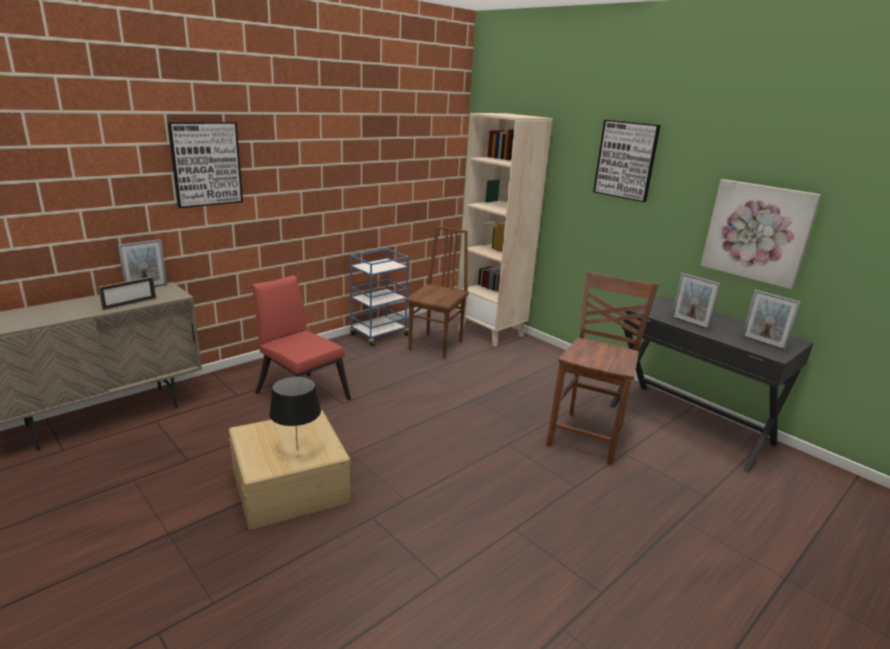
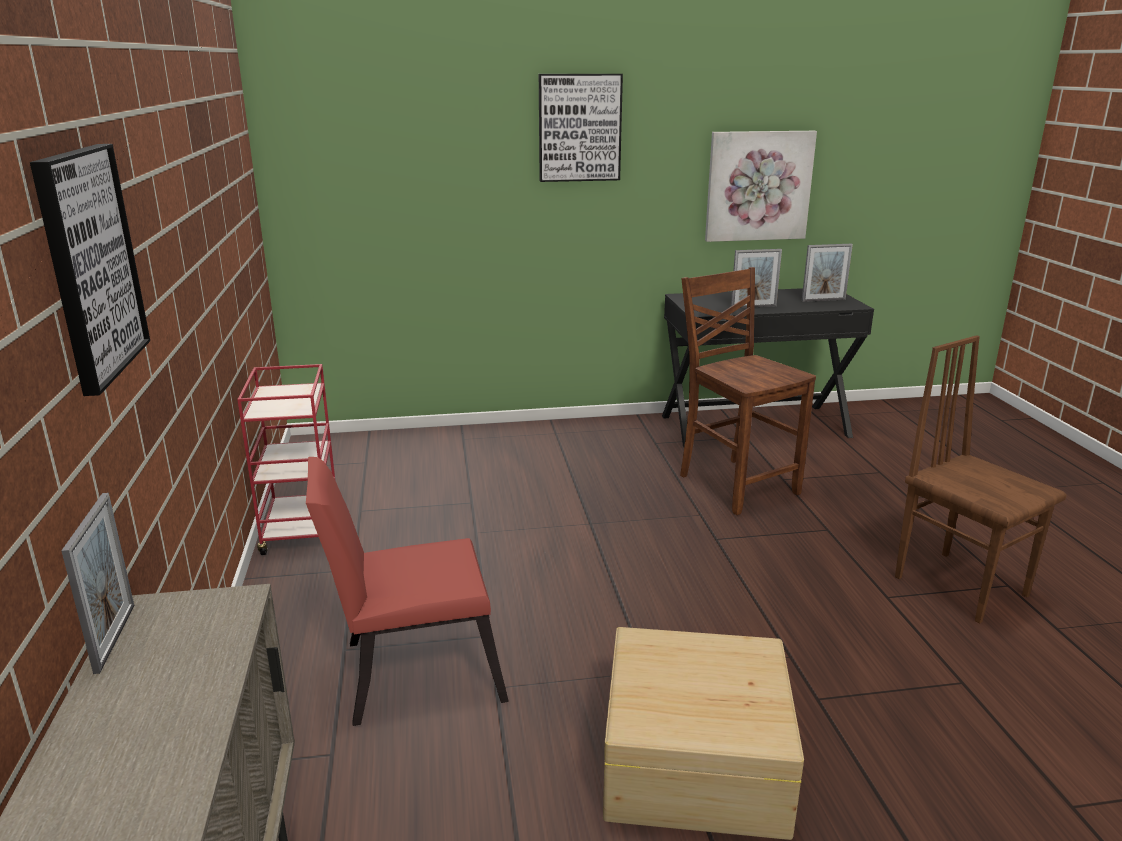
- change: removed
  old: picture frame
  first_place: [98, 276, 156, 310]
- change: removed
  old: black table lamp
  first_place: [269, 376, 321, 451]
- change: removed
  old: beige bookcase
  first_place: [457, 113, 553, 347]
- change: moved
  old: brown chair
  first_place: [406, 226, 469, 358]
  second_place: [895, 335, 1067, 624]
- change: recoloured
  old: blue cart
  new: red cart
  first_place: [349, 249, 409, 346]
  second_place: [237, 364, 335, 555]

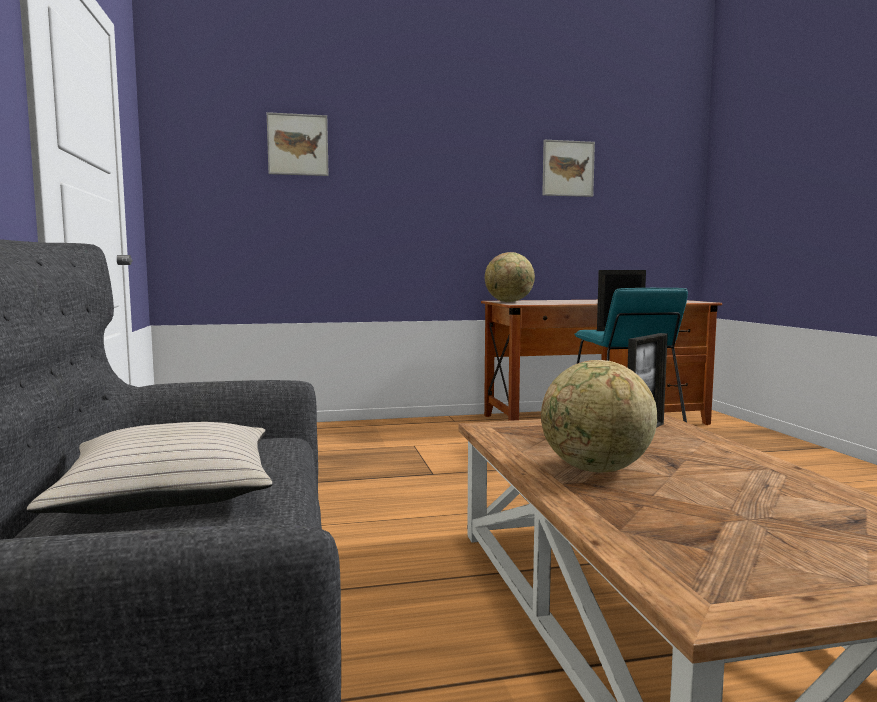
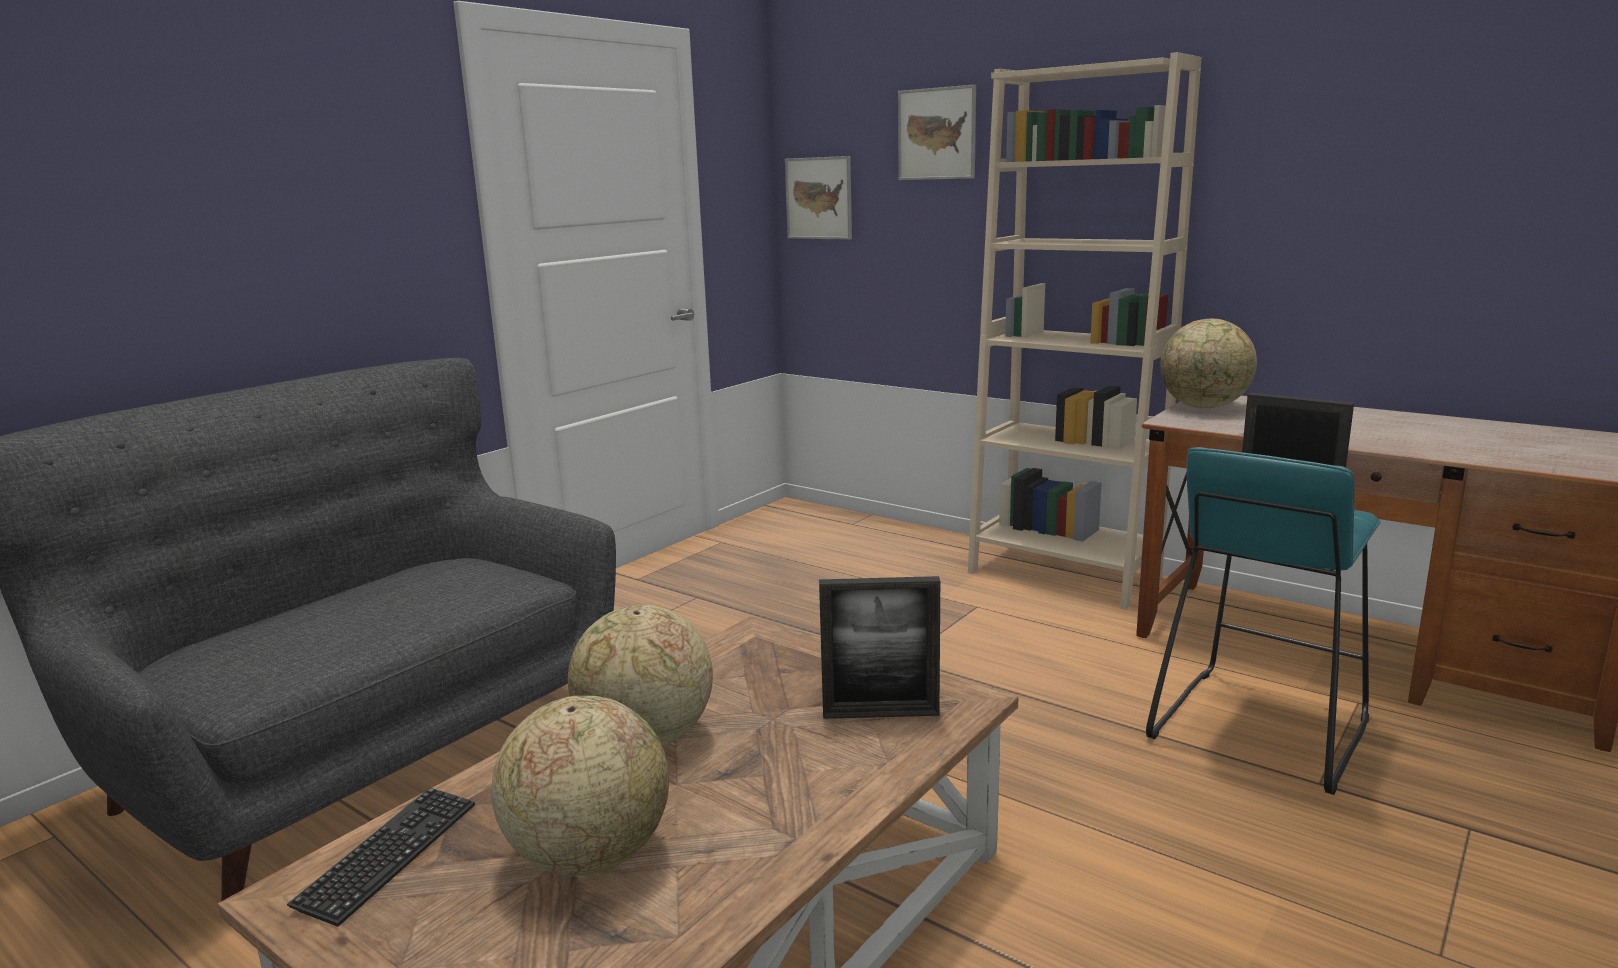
- change: removed
  old: beige pillow
  first_place: [27, 422, 272, 514]
- change: added
  new: keyboard
  second_place: [287, 788, 475, 927]
- change: added
  new: globe
  second_place: [491, 696, 669, 876]
- change: added
  new: beige bookcase
  second_place: [968, 52, 1202, 609]
- change: moved
  old: picture
  first_place: [542, 140, 595, 197]
  second_place: [785, 156, 852, 240]

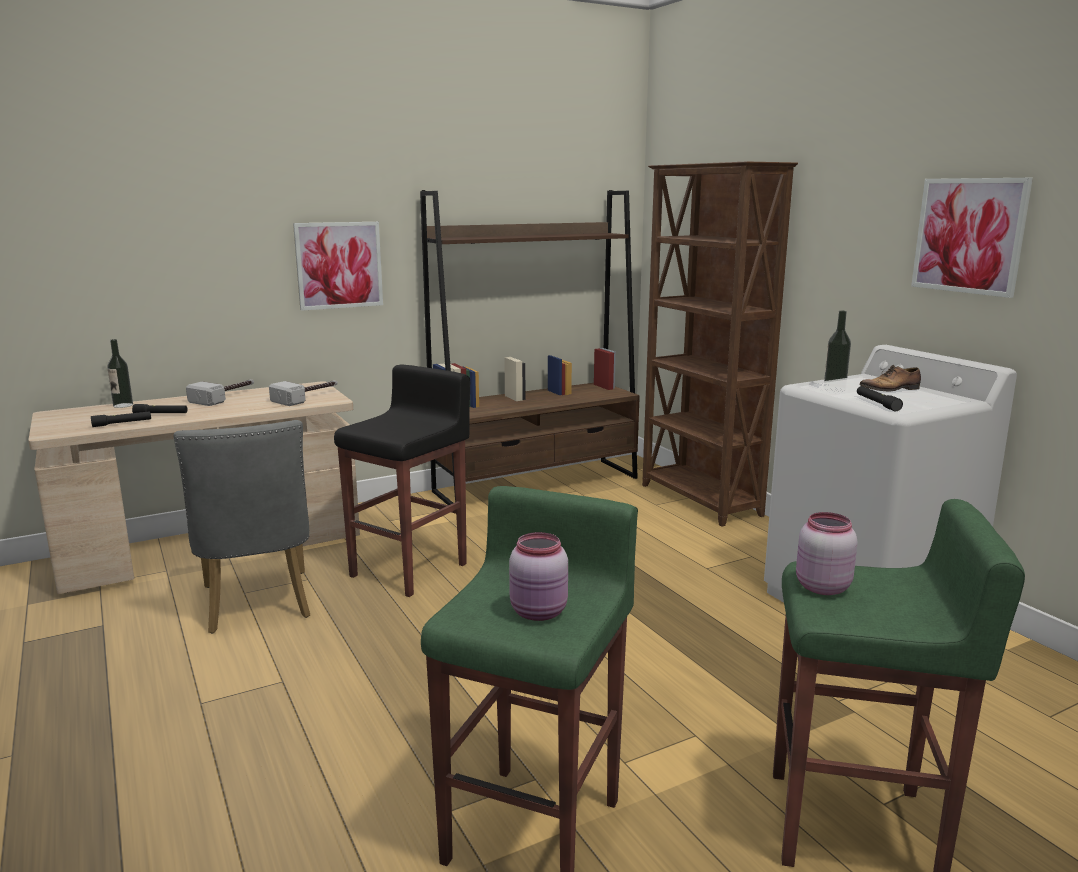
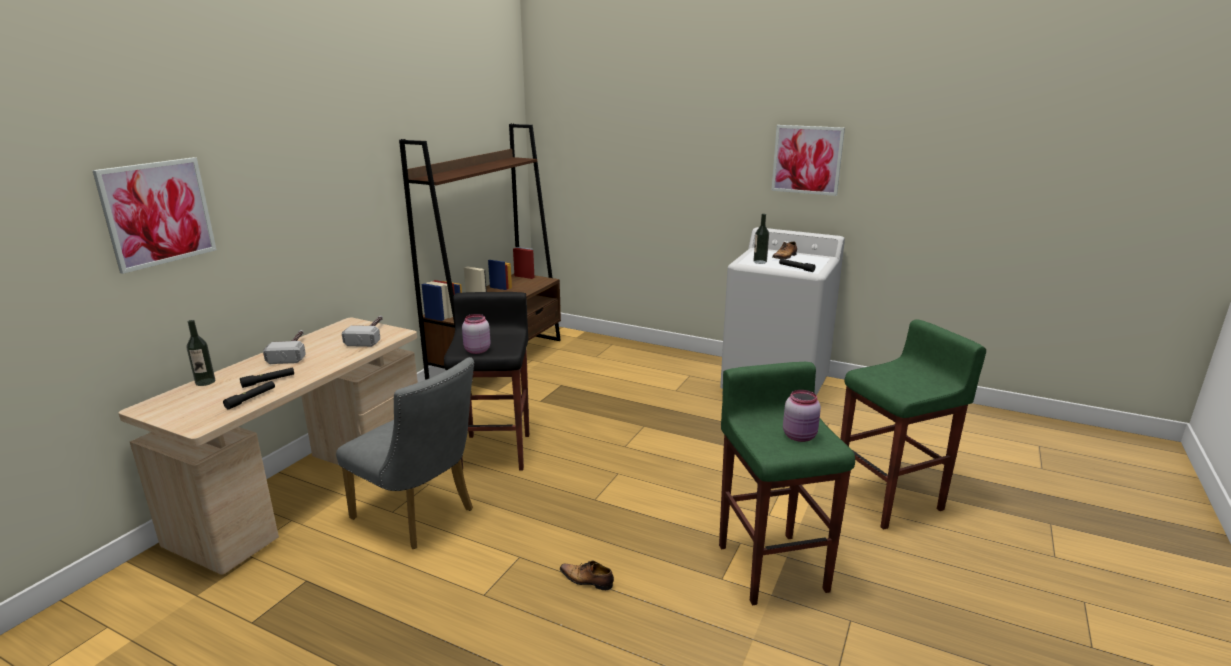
- change: removed
  old: brown bookcase
  first_place: [642, 162, 798, 527]
- change: added
  new: shoe
  second_place: [560, 561, 614, 590]
- change: moved
  old: picture
  first_place: [293, 222, 383, 311]
  second_place: [92, 157, 216, 274]
- change: moved
  old: pink jar
  first_place: [796, 512, 858, 595]
  second_place: [462, 314, 491, 354]

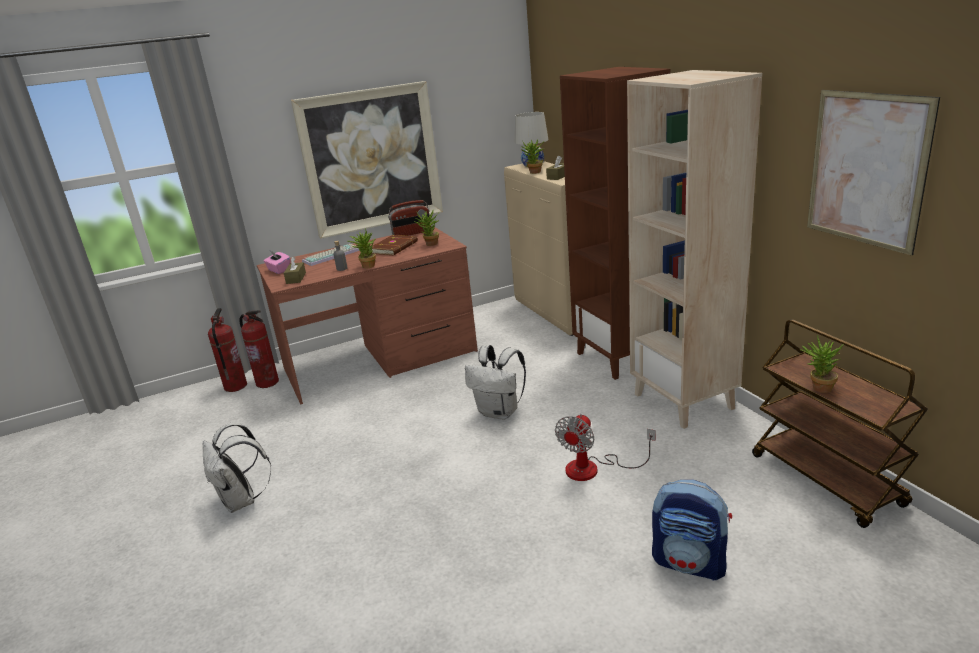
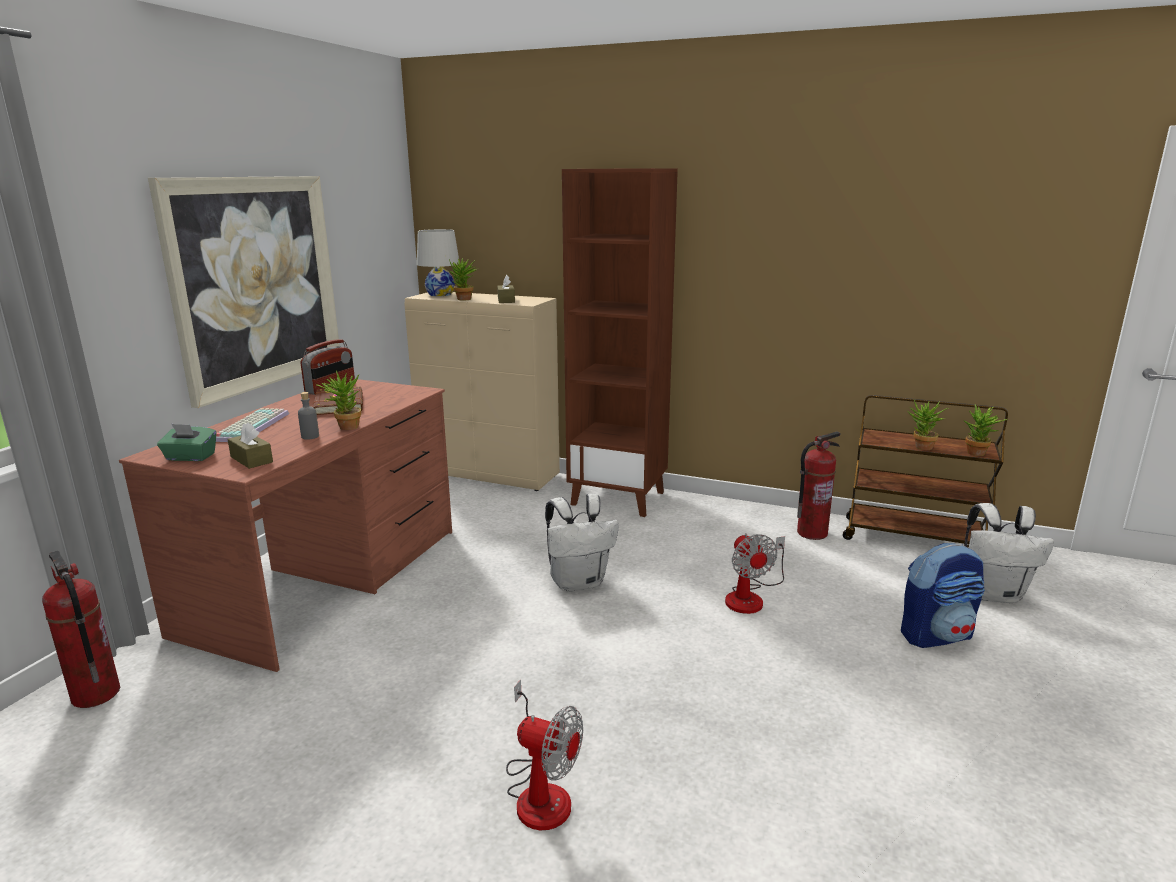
- change: removed
  old: beige bookcase
  first_place: [627, 70, 762, 429]
- change: removed
  old: picture
  first_place: [807, 90, 940, 255]
- change: added
  new: fan
  second_place: [506, 679, 583, 830]
- change: moved
  old: white backpack
  first_place: [203, 422, 271, 513]
  second_place: [964, 503, 1054, 603]
- change: moved
  old: fire extinguisher
  first_place: [240, 310, 279, 388]
  second_place: [797, 431, 840, 540]
- change: moved
  old: potted plant
  first_place: [414, 210, 439, 246]
  second_place: [963, 404, 1008, 456]
- change: recoloured
  old: pink tissue box
  new: green tissue box
  first_place: [264, 251, 291, 274]
  second_place: [157, 424, 216, 461]

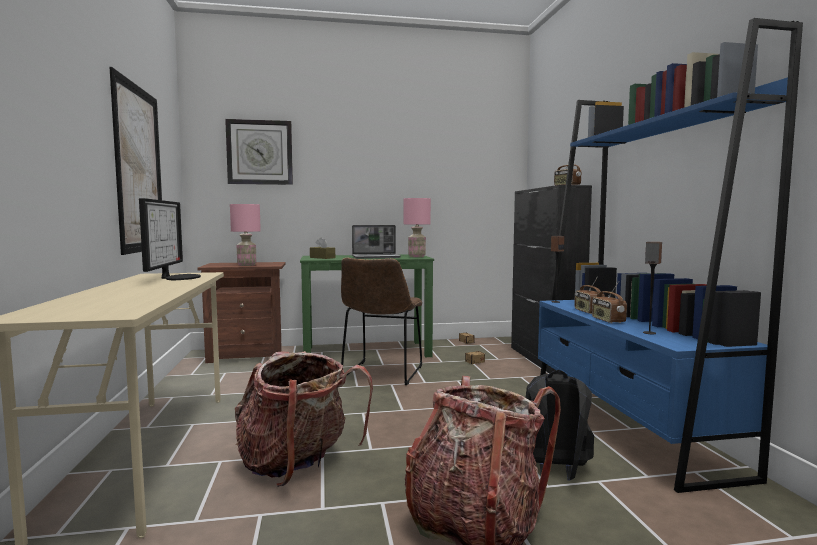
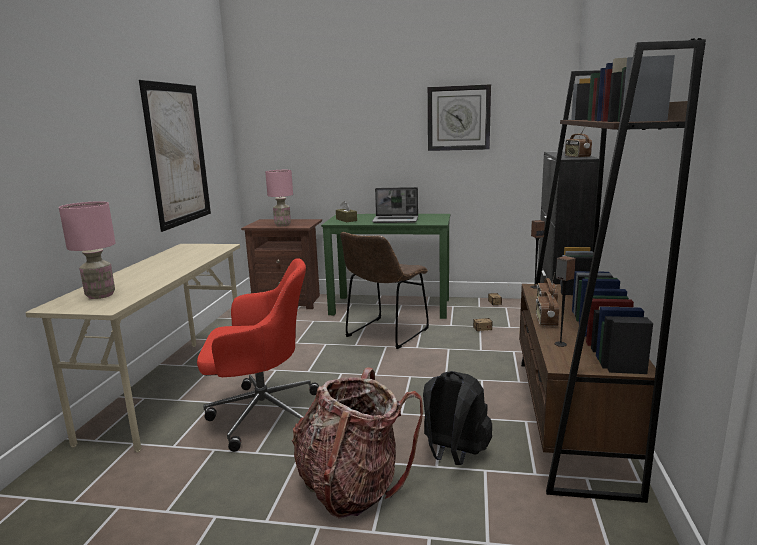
- change: removed
  old: monitor
  first_place: [139, 198, 201, 280]
- change: moved
  old: wall clock
  first_place: [225, 119, 293, 185]
  second_place: [428, 84, 491, 151]
- change: moved
  old: pink table lamp
  first_place: [404, 198, 431, 257]
  second_place: [59, 201, 116, 299]
- change: replaced
  old: backpack
  new: red office chair
  first_place: [235, 351, 373, 487]
  second_place: [197, 258, 319, 452]
- change: recoloured
  old: blue bookcase
  new: brown bookcase
  first_place: [538, 18, 803, 493]
  second_place: [519, 38, 706, 503]

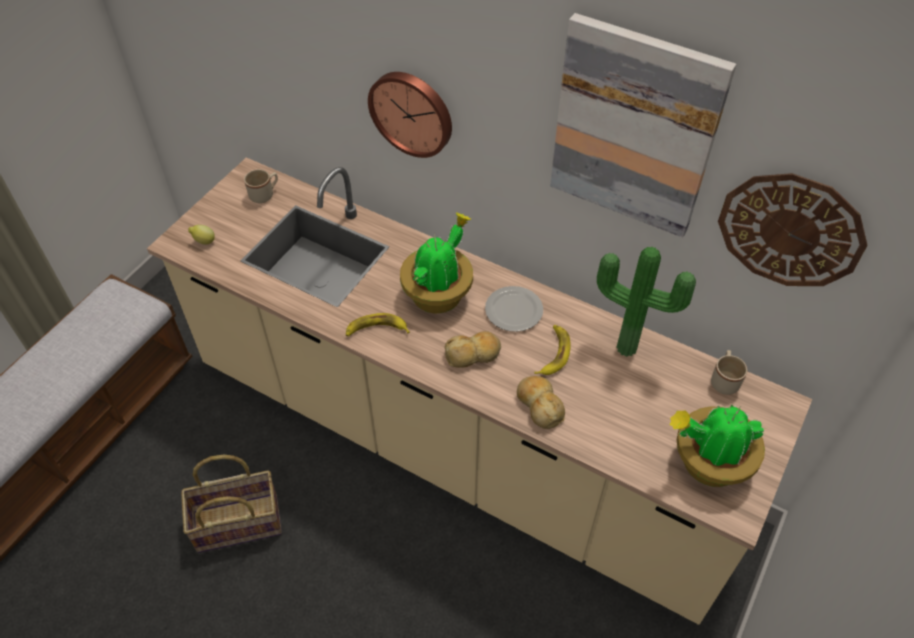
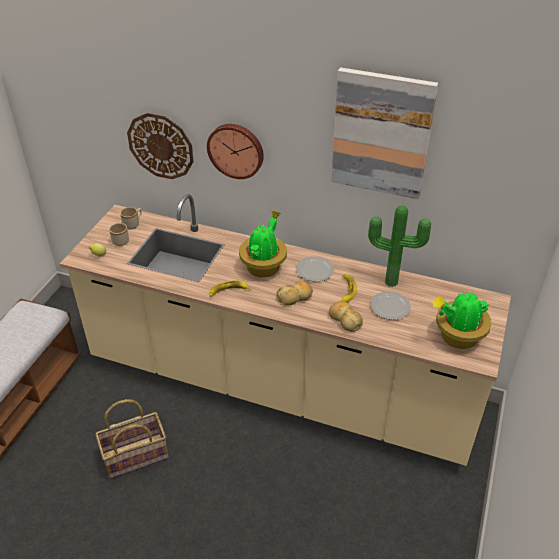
- change: added
  new: plate
  second_place: [370, 291, 411, 320]
- change: moved
  old: beige mug
  first_place: [711, 350, 747, 395]
  second_place: [109, 222, 129, 246]
- change: moved
  old: wall clock
  first_place: [718, 173, 867, 286]
  second_place: [127, 113, 194, 179]

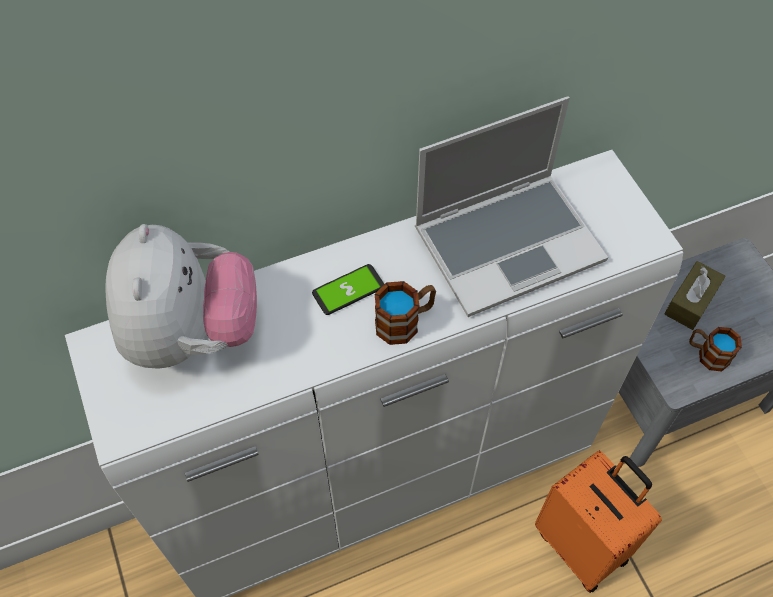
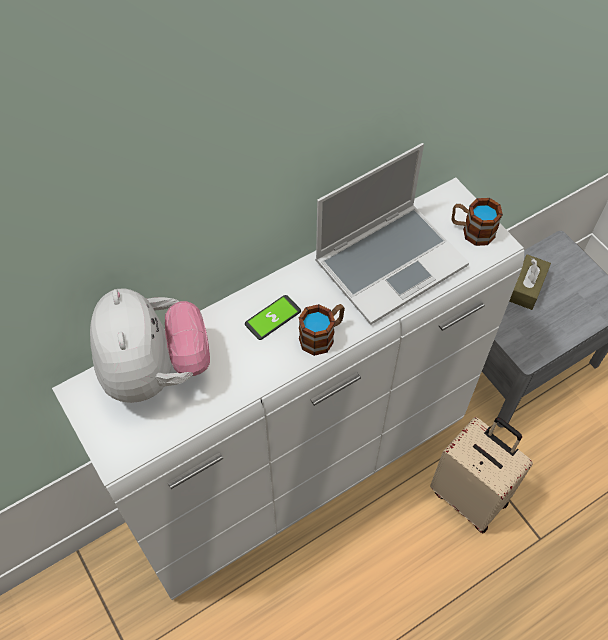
- change: moved
  old: mug
  first_place: [689, 327, 742, 371]
  second_place: [452, 198, 503, 246]
- change: recoloured
  old: orange suitcase
  new: beige suitcase
  first_place: [535, 451, 662, 593]
  second_place: [430, 417, 533, 533]

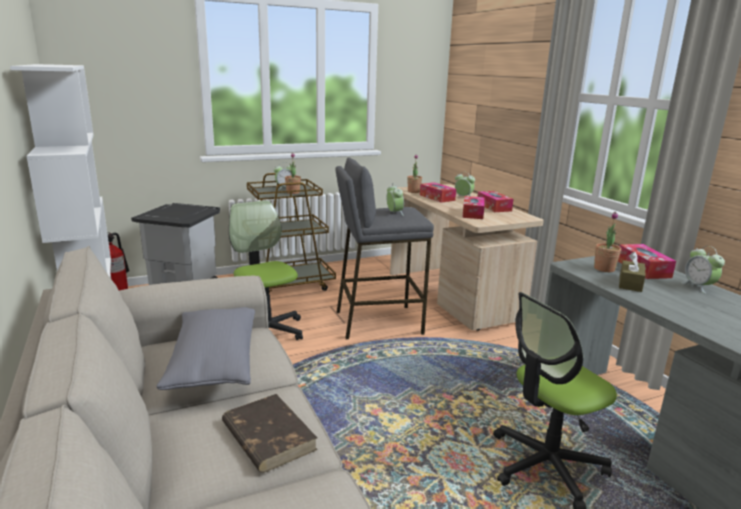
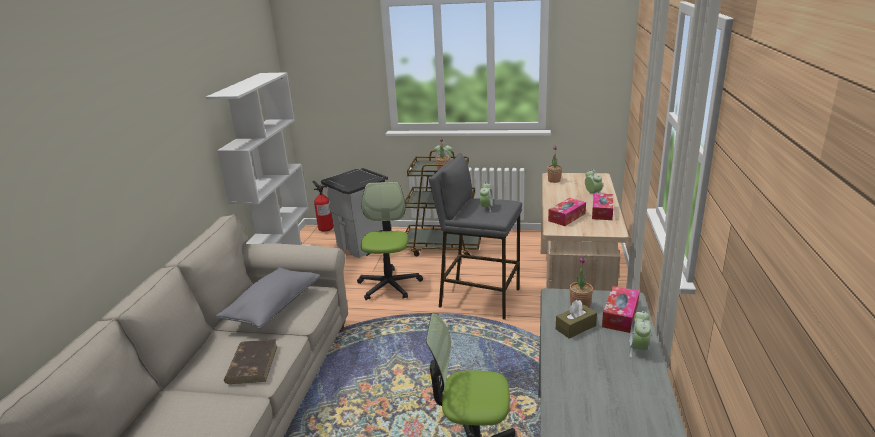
- change: removed
  old: tissue box
  first_place: [420, 182, 456, 203]

